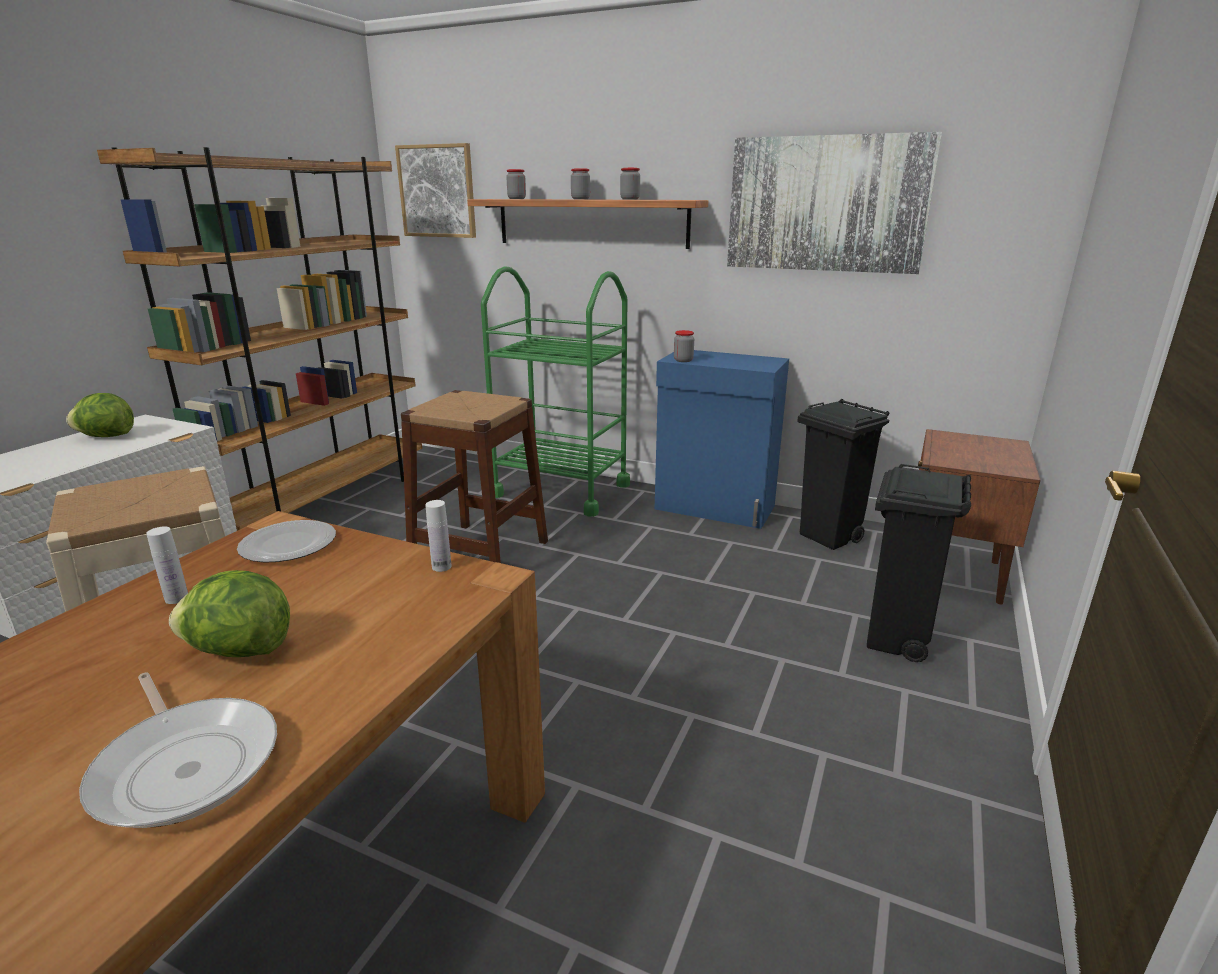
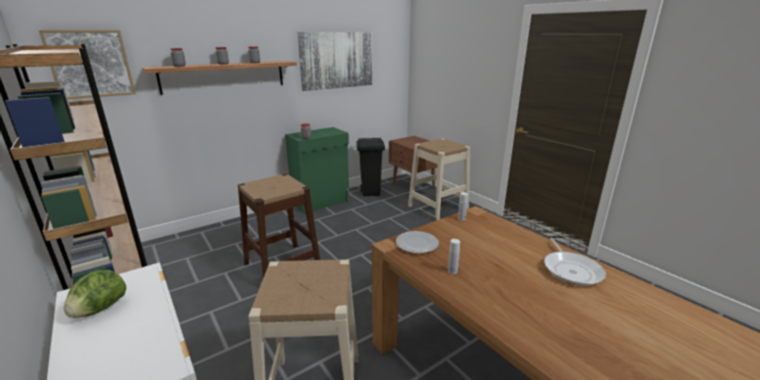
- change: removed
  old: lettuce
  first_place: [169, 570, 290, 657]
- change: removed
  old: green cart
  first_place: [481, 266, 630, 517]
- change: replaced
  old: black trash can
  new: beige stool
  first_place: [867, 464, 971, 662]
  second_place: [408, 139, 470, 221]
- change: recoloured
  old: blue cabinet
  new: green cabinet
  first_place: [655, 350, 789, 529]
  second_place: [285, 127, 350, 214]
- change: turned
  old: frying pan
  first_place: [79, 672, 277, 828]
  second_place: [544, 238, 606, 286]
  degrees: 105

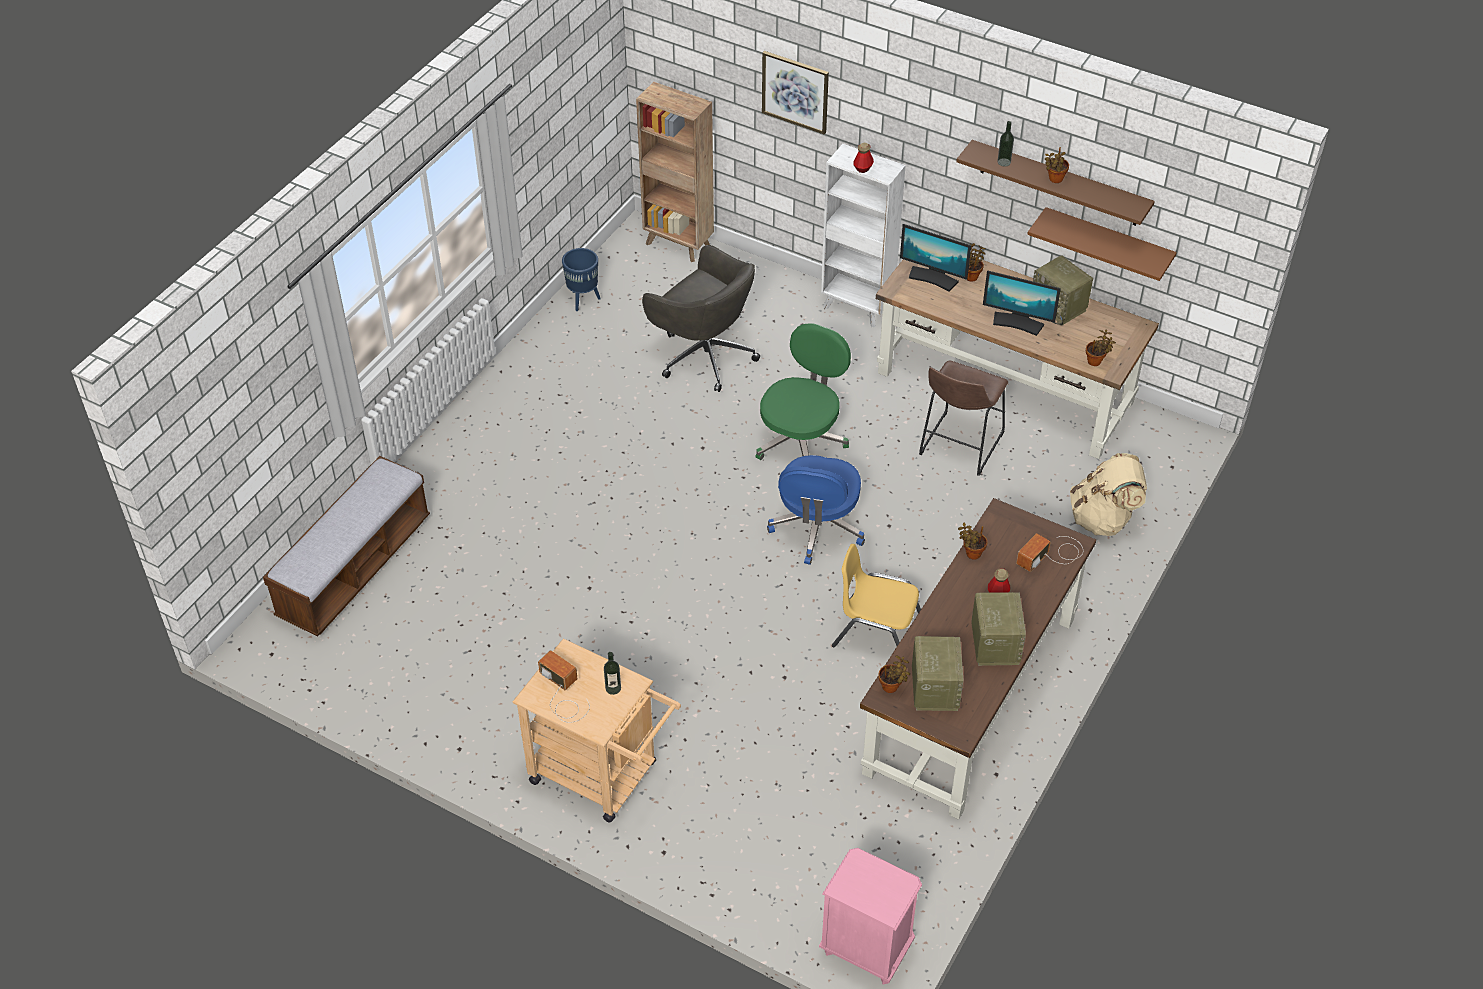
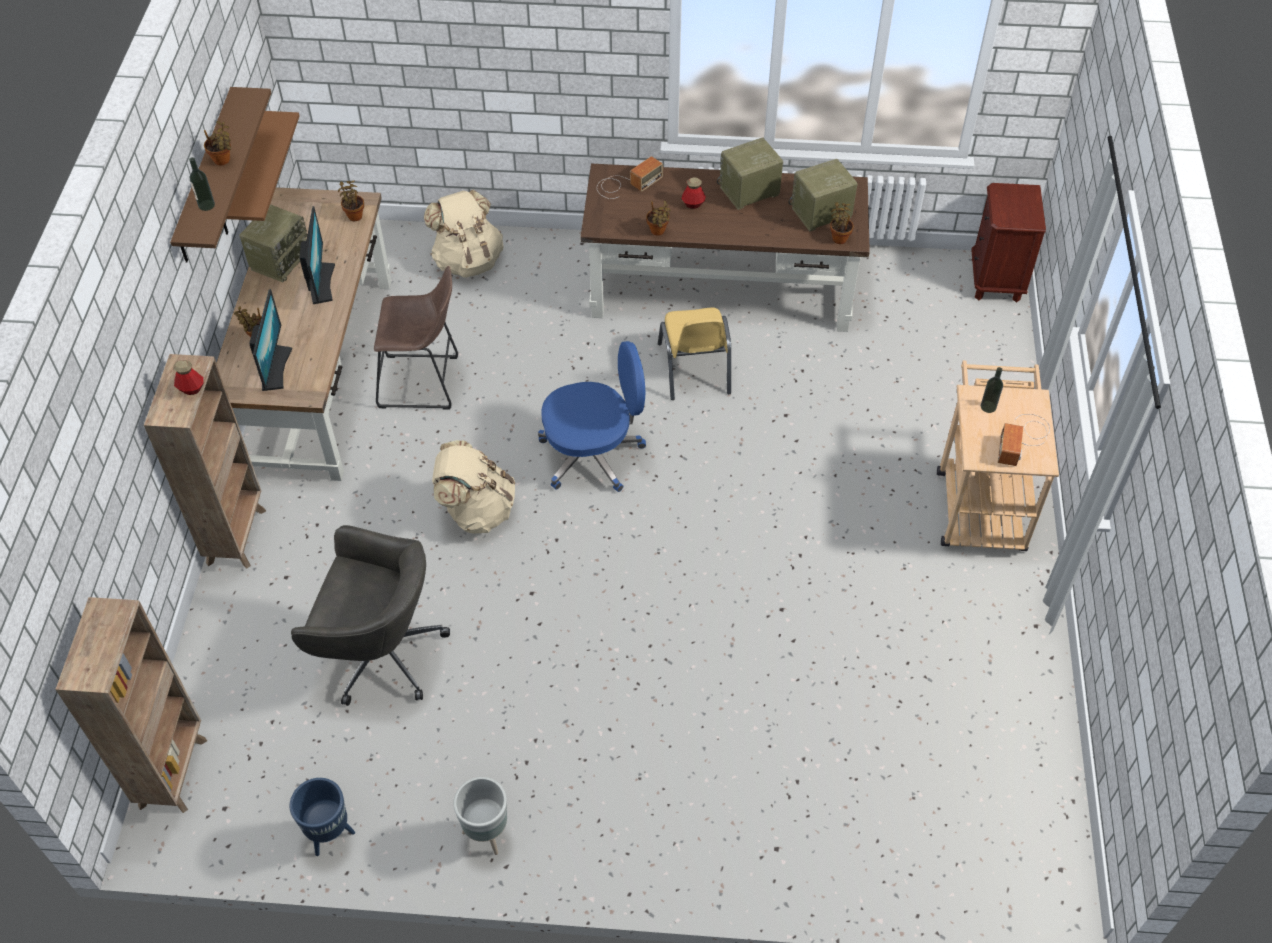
- change: removed
  old: bench
  first_place: [263, 456, 430, 637]
- change: removed
  old: picture
  first_place: [762, 51, 829, 134]
- change: added
  new: grey planter
  second_place: [453, 777, 507, 855]
- change: replaced
  old: green office chair
  new: beige backpack
  first_place: [755, 323, 851, 460]
  second_place: [432, 440, 515, 534]
- change: recoloured
  old: pink nightstand
  new: brown nightstand
  first_place: [819, 848, 922, 985]
  second_place: [971, 183, 1046, 302]
- change: recoloured
  old: white bookcase
  new: brown bookcase
  first_place: [821, 144, 906, 327]
  second_place: [144, 354, 266, 569]
- change: turned
  old: grey office chair
  first_place: [642, 245, 760, 392]
  second_place: [291, 525, 450, 706]
  degrees: 90
- change: turned
  old: radio
  first_place: [1016, 533, 1083, 572]
  second_place: [597, 156, 663, 199]
  degrees: -60

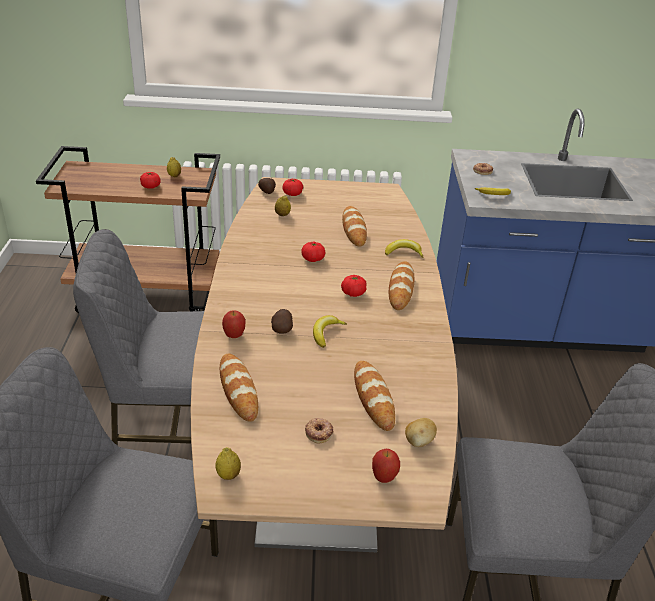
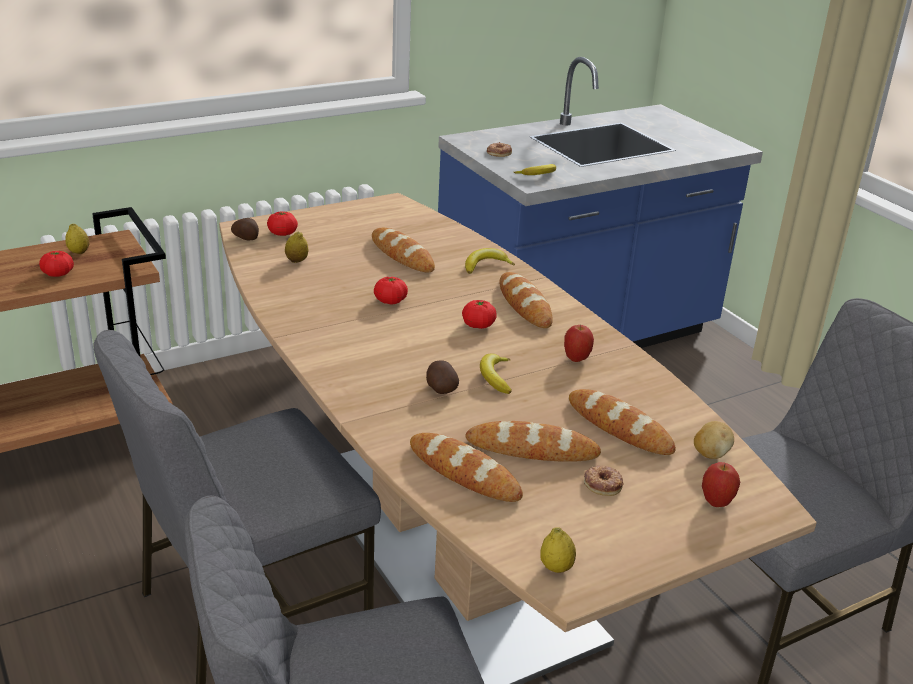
- change: added
  new: bread
  second_place: [466, 421, 601, 462]
- change: moved
  old: apple
  first_place: [222, 310, 246, 338]
  second_place: [564, 324, 594, 362]

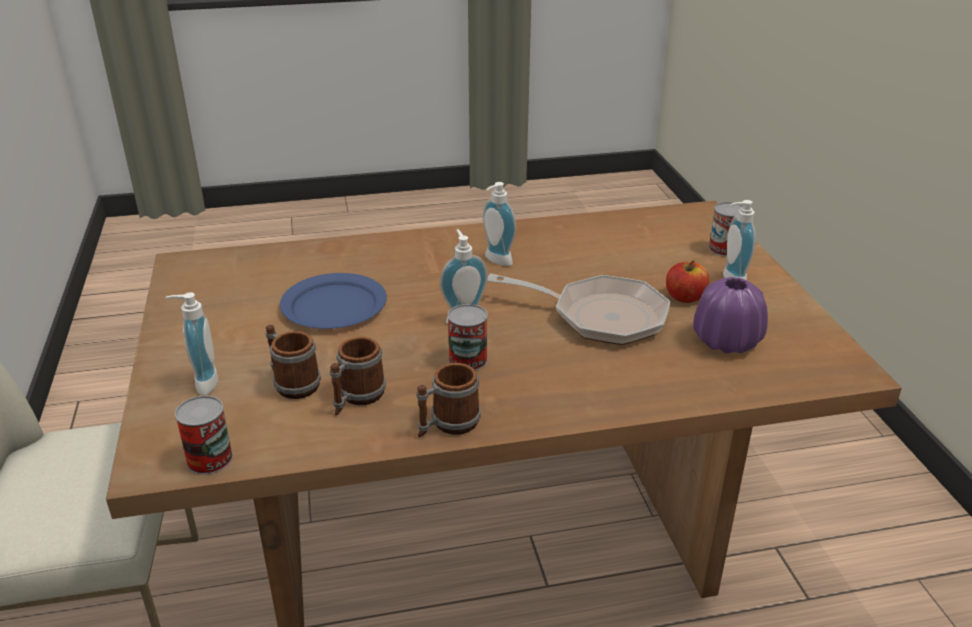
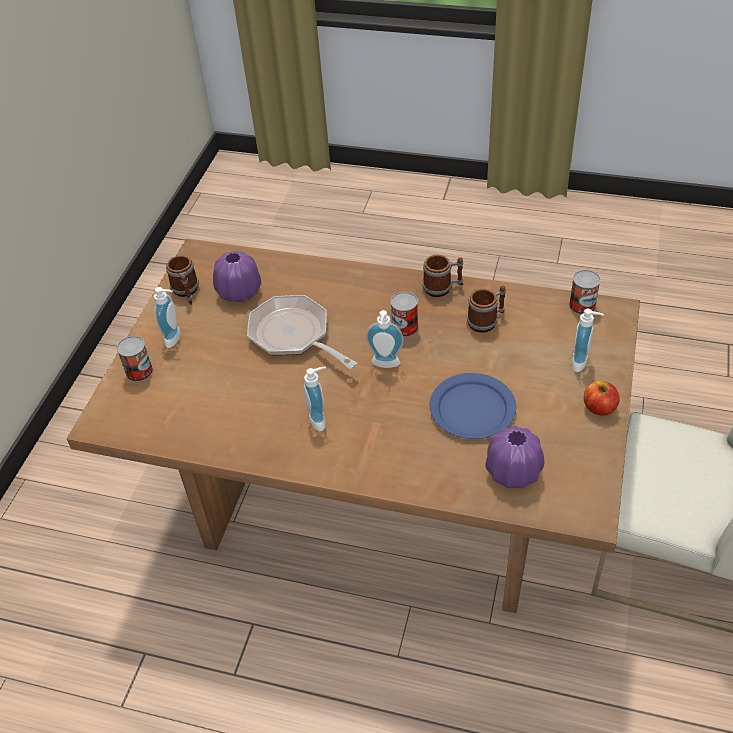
- change: added
  new: purple vase
  second_place: [486, 426, 544, 488]
- change: moved
  old: mug
  first_place: [265, 325, 321, 399]
  second_place: [166, 255, 199, 305]
- change: moved
  old: apple
  first_place: [666, 260, 709, 303]
  second_place: [584, 381, 620, 416]

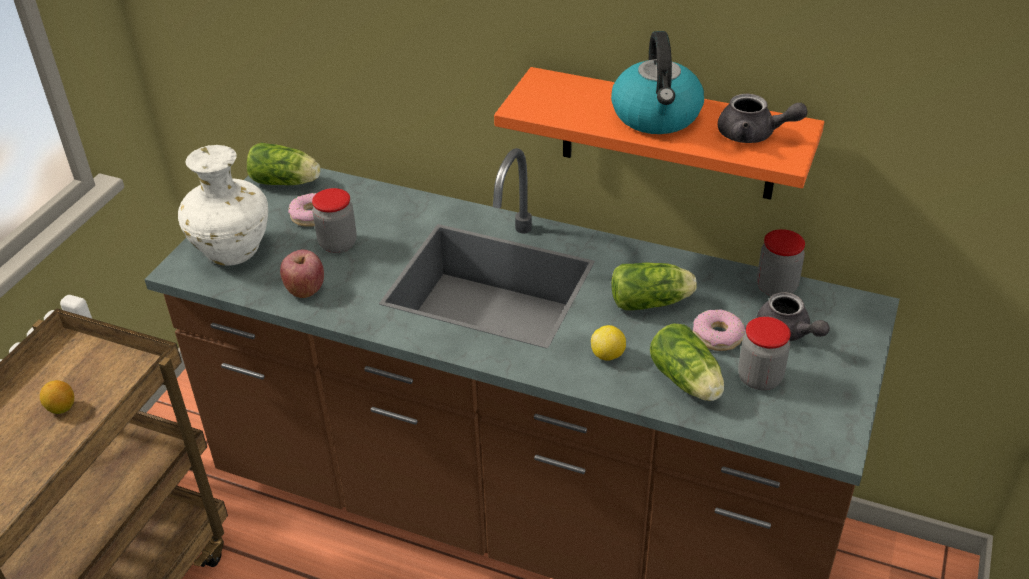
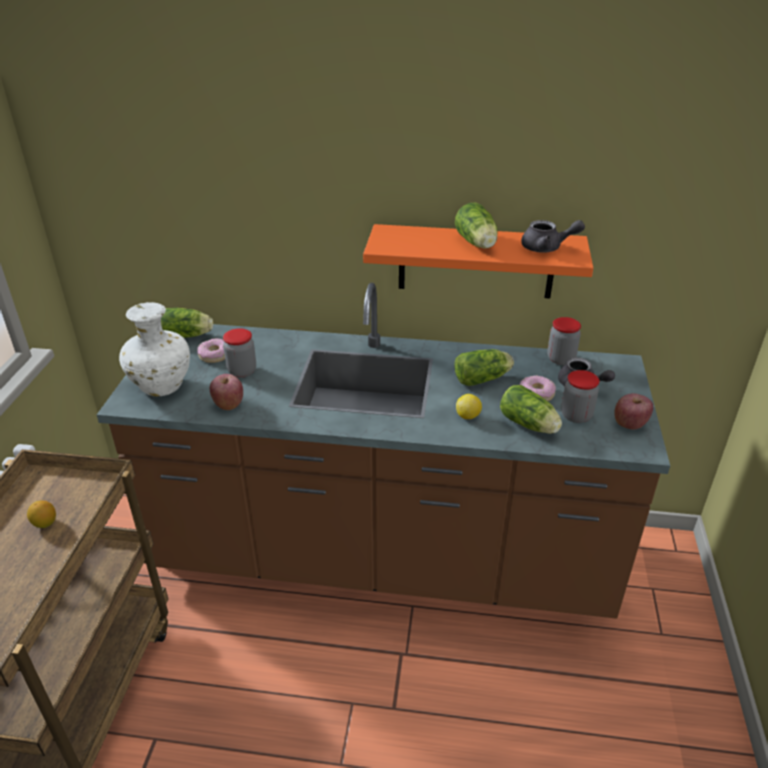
- change: added
  new: apple
  second_place: [614, 393, 653, 430]
- change: replaced
  old: kettle
  new: lettuce
  first_place: [611, 31, 704, 134]
  second_place: [455, 202, 498, 249]

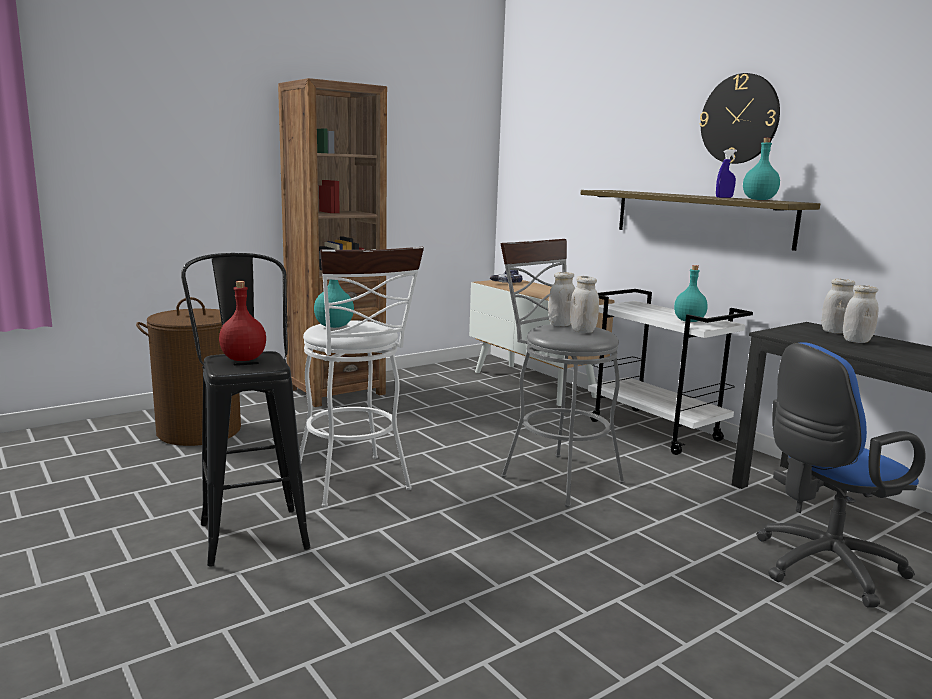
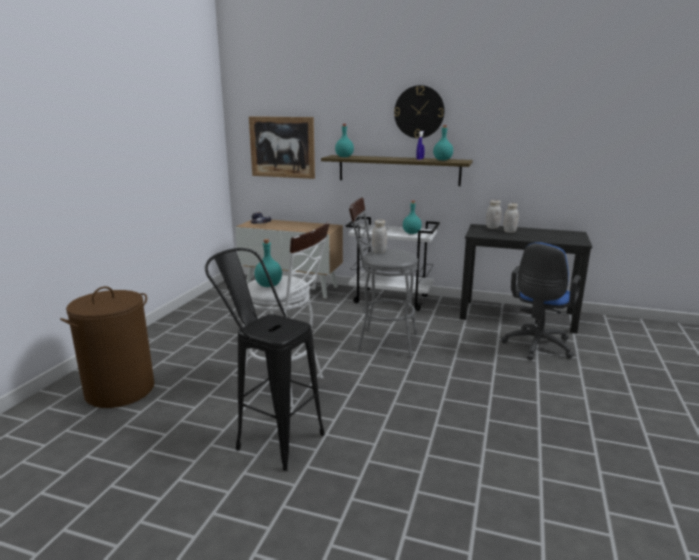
- change: removed
  old: red bottle
  first_place: [219, 281, 266, 361]
- change: removed
  old: brown bookcase
  first_place: [278, 78, 387, 407]
- change: removed
  old: white jar
  first_place: [570, 276, 599, 333]
- change: added
  new: picture
  second_place: [249, 116, 315, 179]
- change: added
  new: turquoise bottle
  second_place: [335, 124, 354, 157]

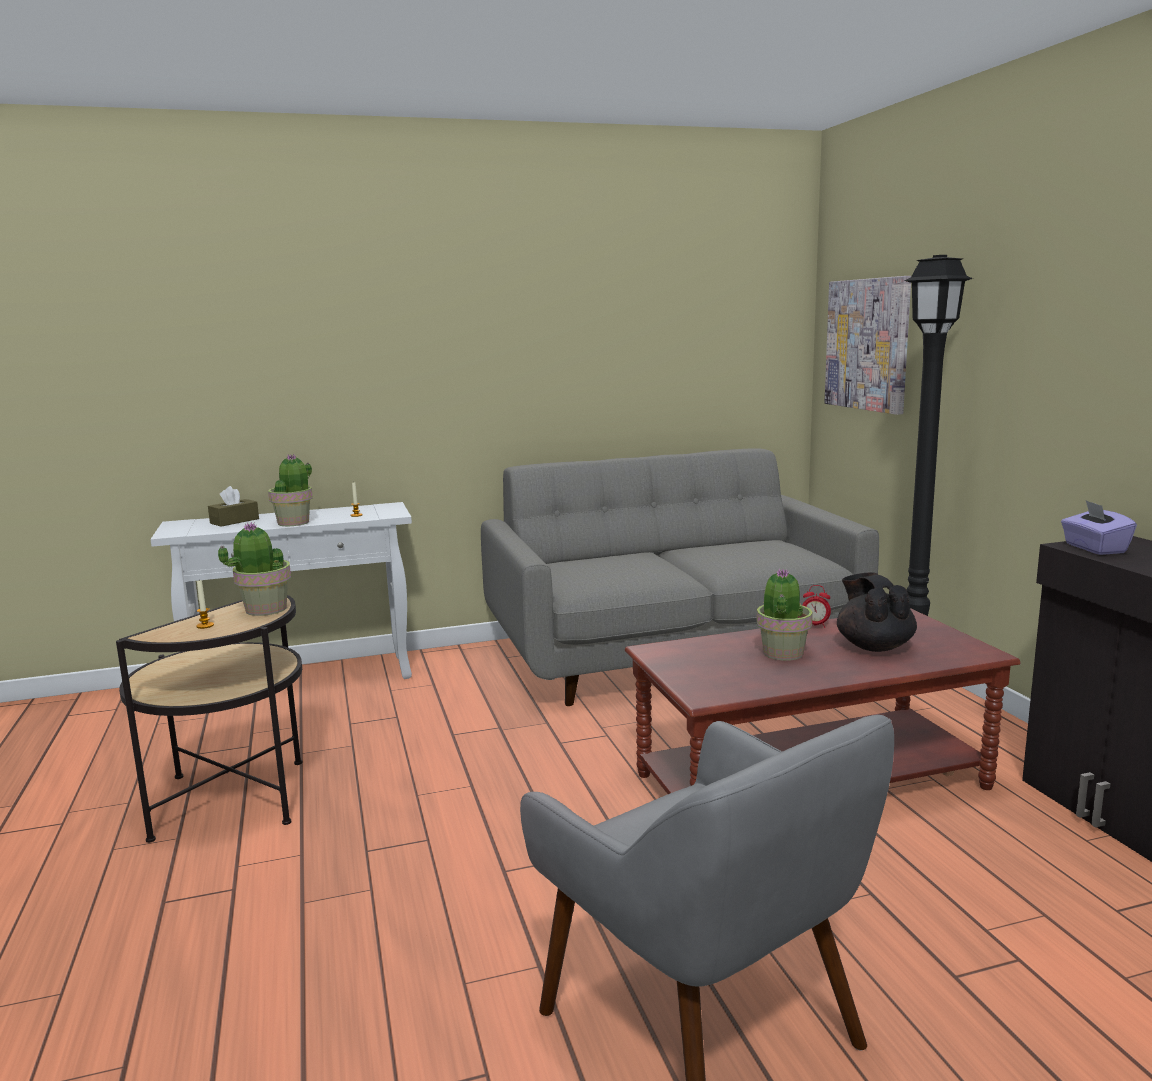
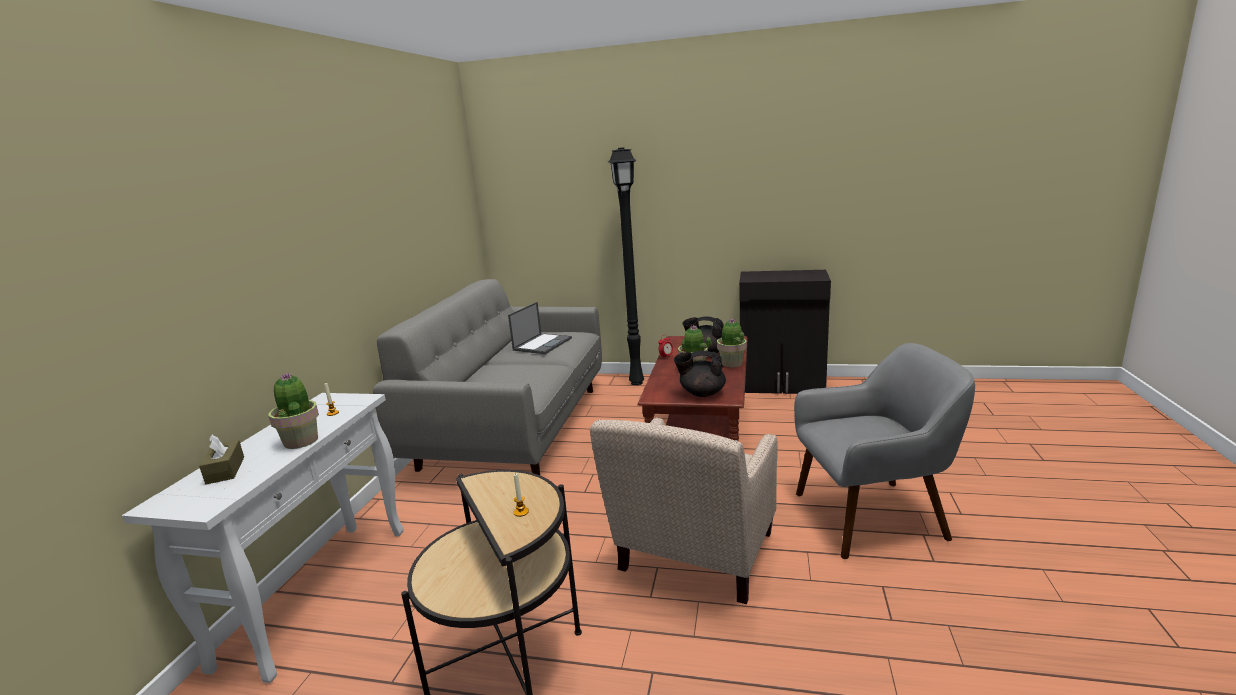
- change: removed
  old: picture
  first_place: [824, 276, 911, 415]
- change: removed
  old: purple tissue box
  first_place: [1061, 500, 1137, 555]
- change: added
  new: laptop
  second_place: [508, 302, 572, 354]
- change: added
  new: beige armchair
  second_place: [590, 418, 778, 604]
- change: added
  new: black teapot
  second_place: [674, 351, 726, 397]
- change: moved
  old: potted plant
  first_place: [218, 522, 291, 616]
  second_place: [717, 318, 746, 367]

